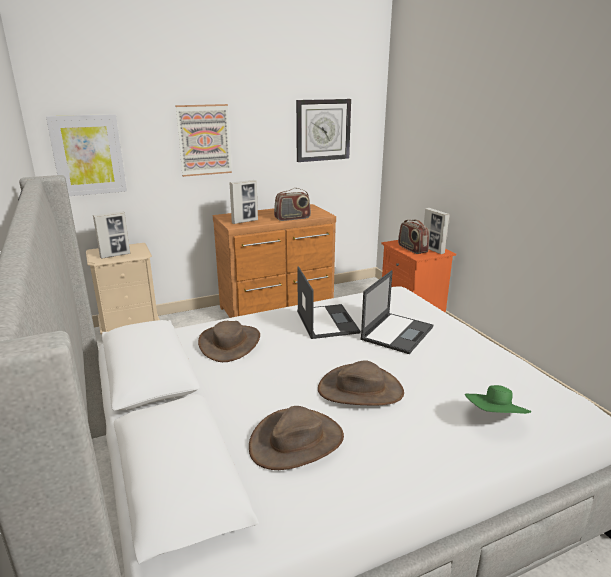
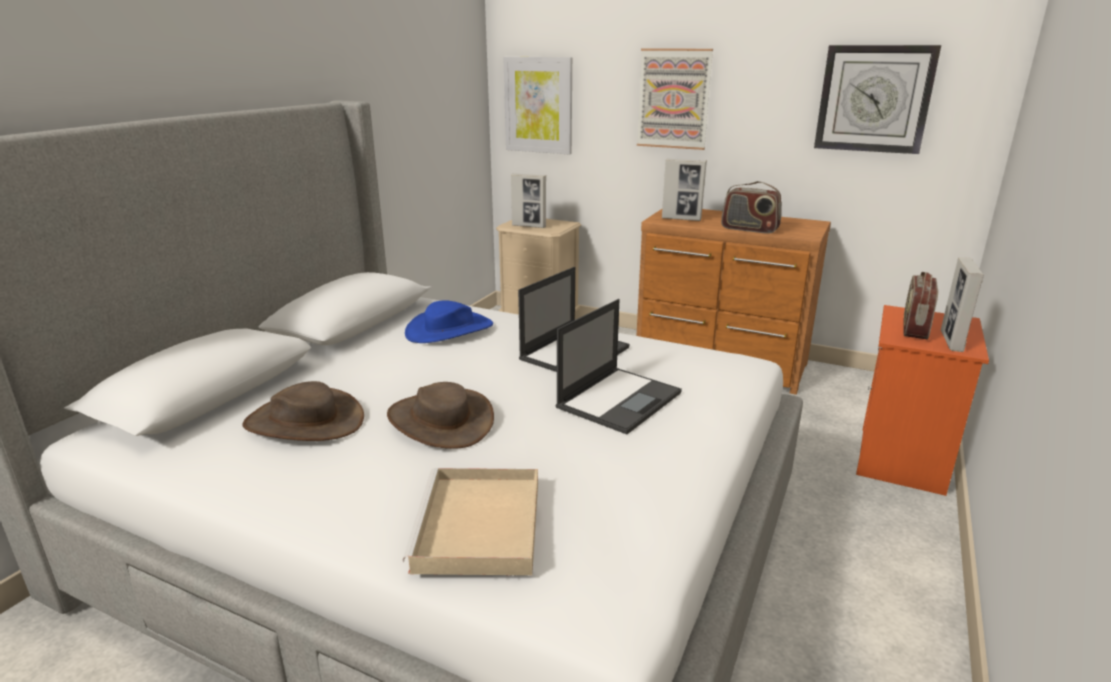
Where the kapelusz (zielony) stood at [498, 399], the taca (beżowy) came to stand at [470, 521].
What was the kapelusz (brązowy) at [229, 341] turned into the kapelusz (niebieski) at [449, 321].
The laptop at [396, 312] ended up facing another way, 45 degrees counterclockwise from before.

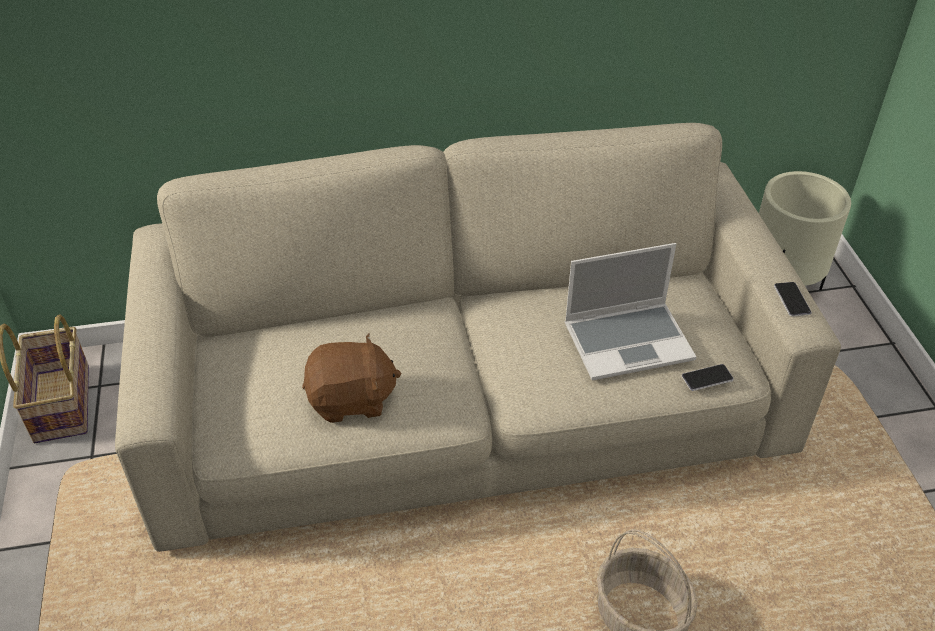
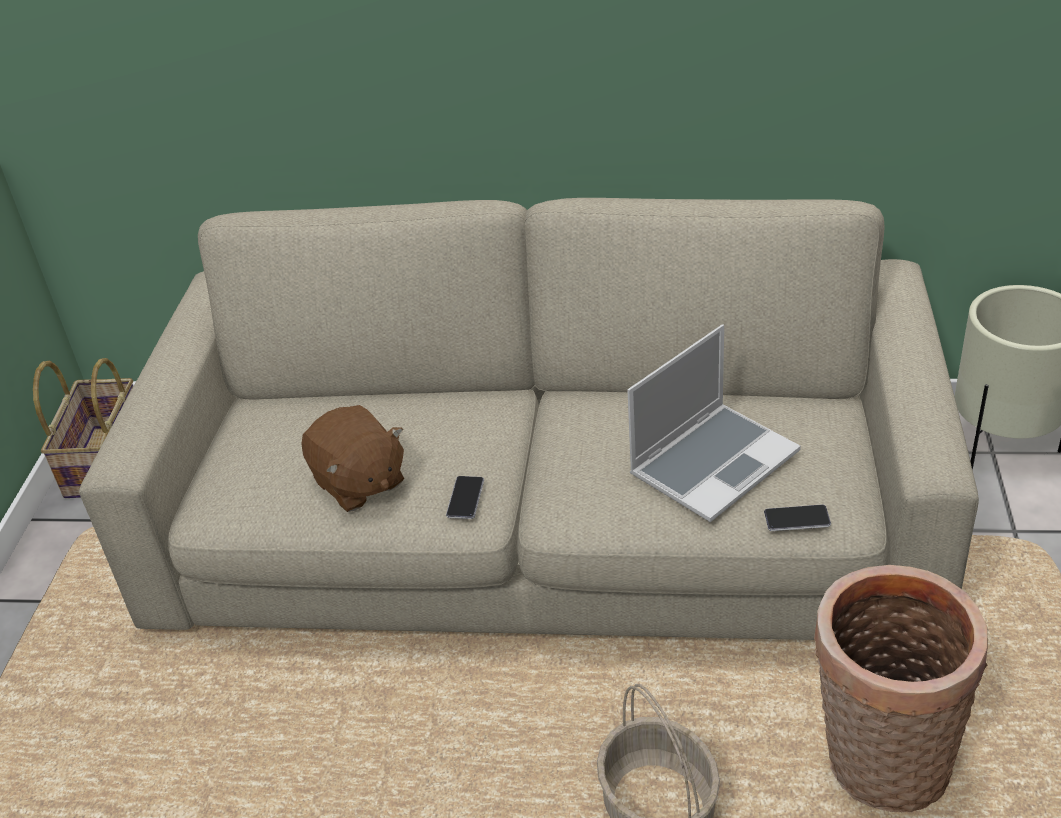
The pluszak (brązowy) at [352, 378] ended up facing another way, 45 degrees clockwise from before.
The telefon ended up elsewhere, having gone from [793, 299] to [465, 497].
The laptop at [630, 311] ended up facing another way, 45 degrees counterclockwise from before.
The second view gained the koszyk at [901, 689].

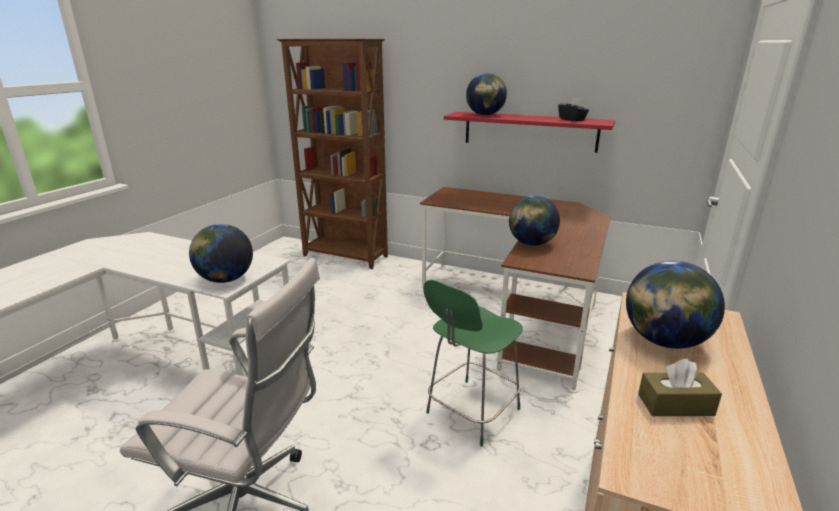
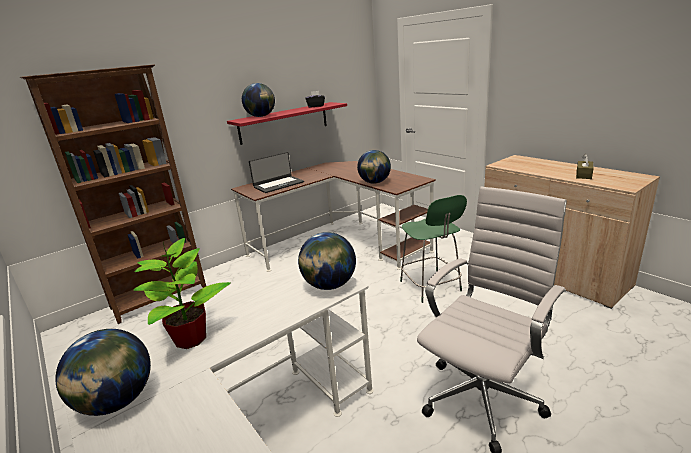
The globus ended up elsewhere, having gone from [675, 305] to [103, 372].
The second view gained the roślina doniczkowa at [181, 293].
The second view gained the laptop at [276, 172].

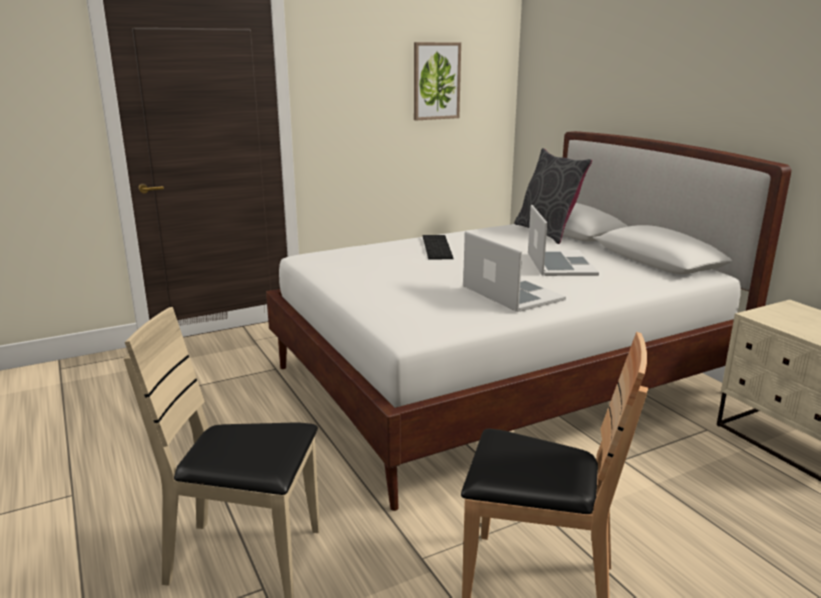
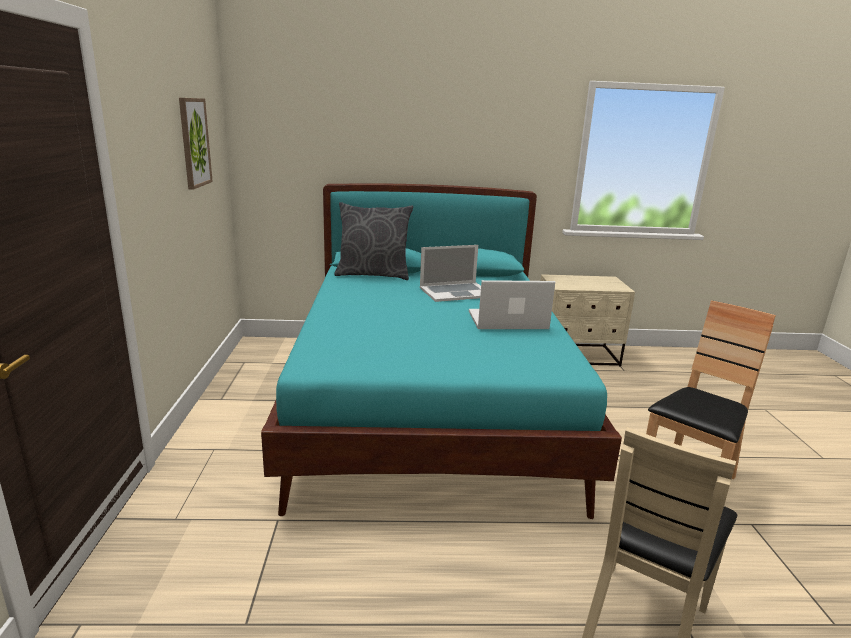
What was the łóżko (biały) at [528, 321] turned into the łóżko (turkusowy) at [441, 351].
The laptop at [563, 240] ended up facing another way, 135 degrees clockwise from before.
The second view lost the klawiatura at [438, 247].

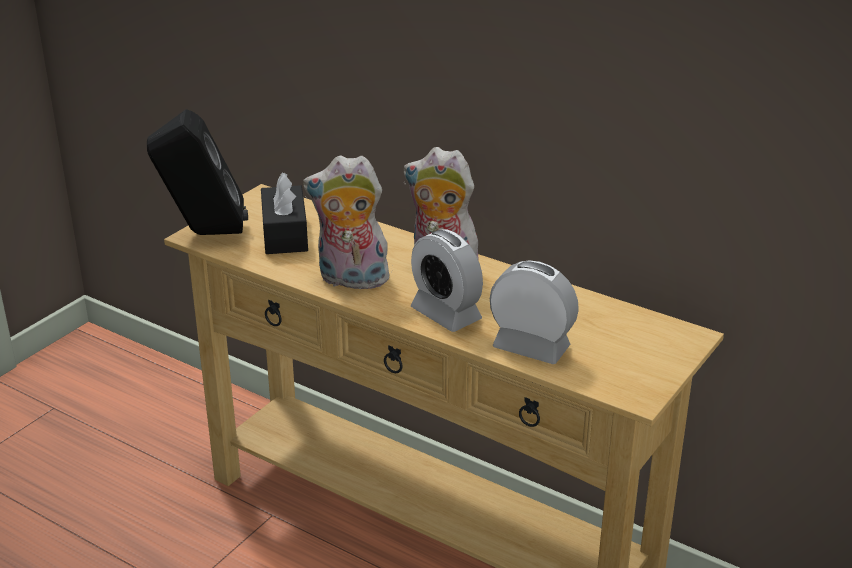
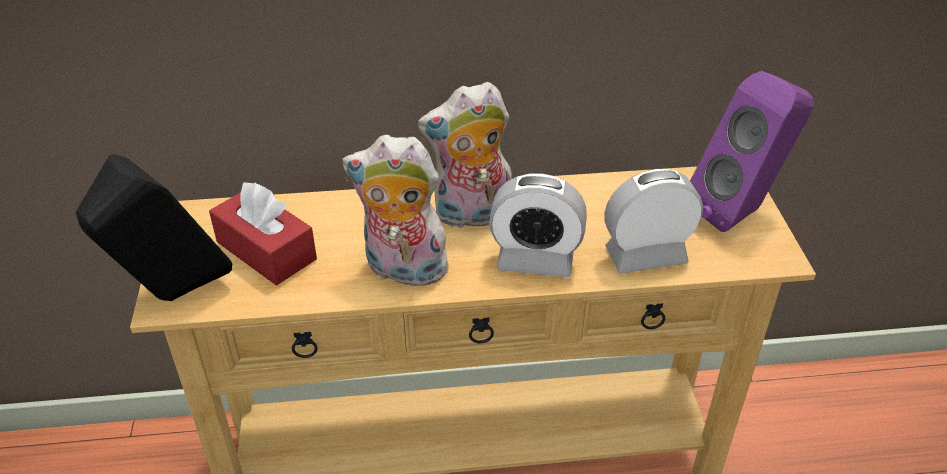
What was the pudełko chusteczek (czarny) at [284, 213] turned into the pudełko chusteczek (czerwony) at [263, 233].
The pluszak at [347, 224] ended up facing another way, 45 degrees clockwise from before.
The second view gained the głośnik (fioletowy) at [752, 151].

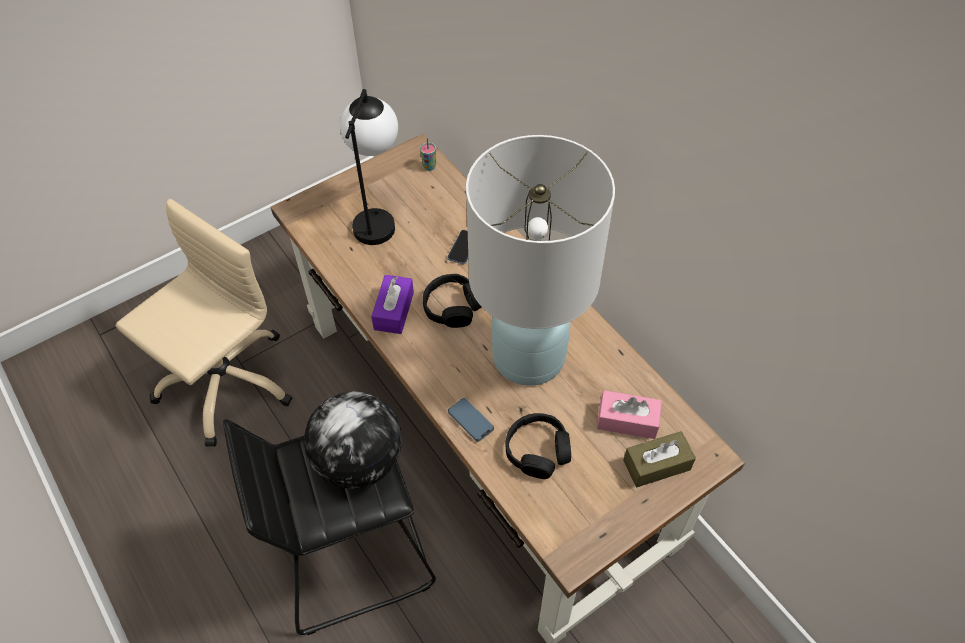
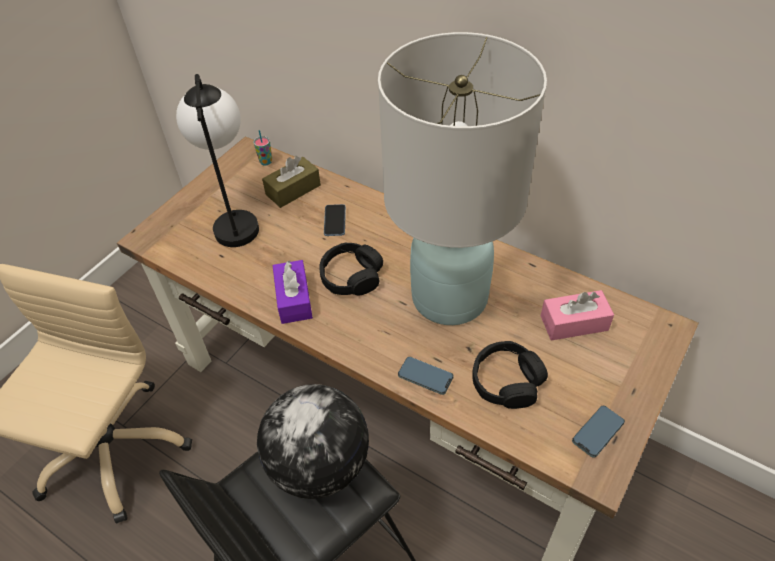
The pudełko chusteczek (brązowy) ended up elsewhere, having gone from [659, 459] to [291, 182].
The second view gained the telefon at [598, 432].

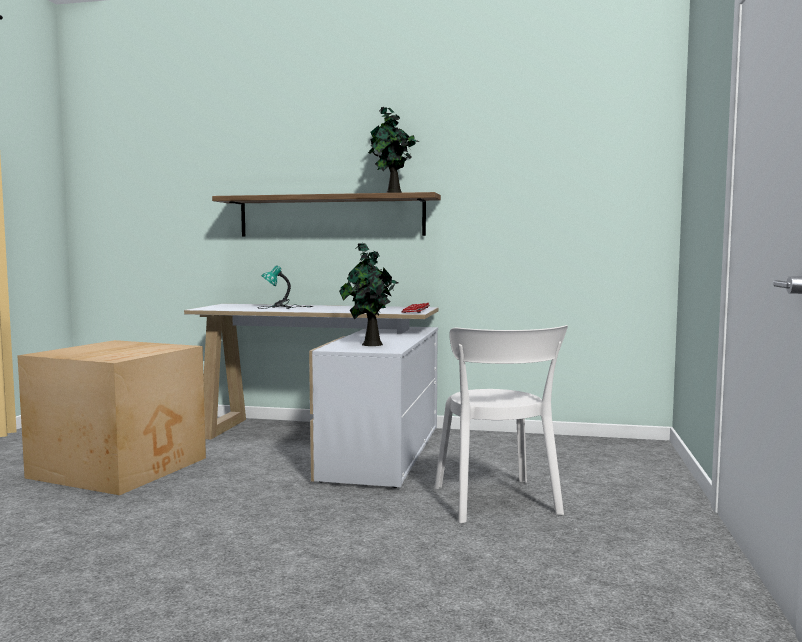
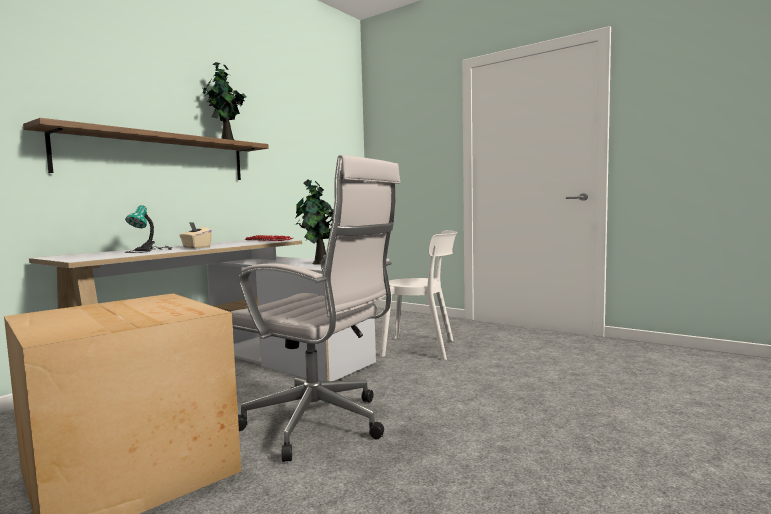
The second view gained the pudełko chusteczek (beżowy) at [195, 235].
The second view gained the krzesło biurowe (biały) at [316, 308].

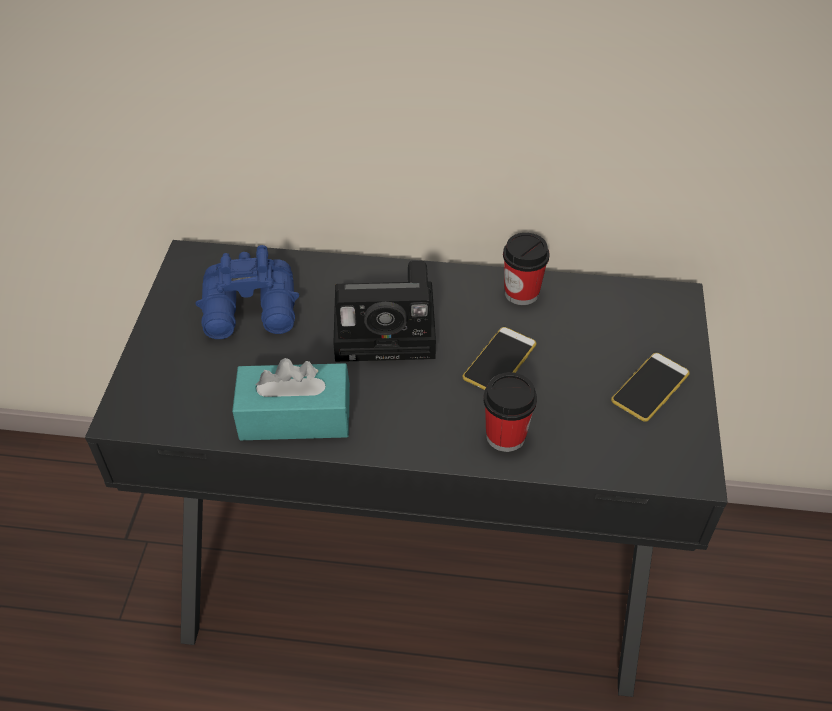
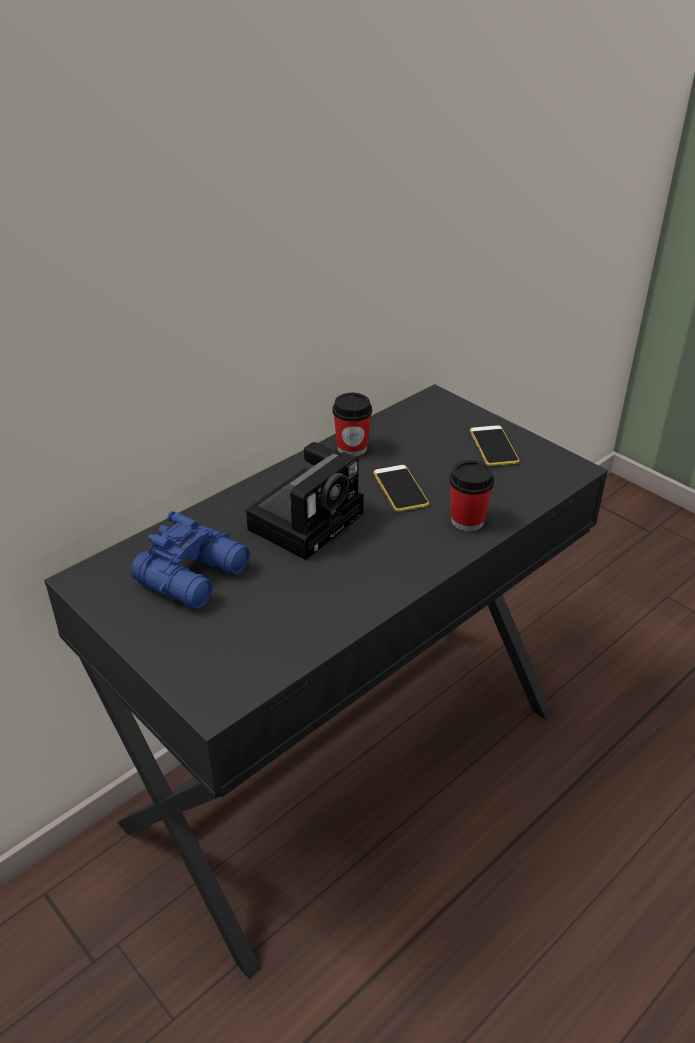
The second view lost the pudełko chusteczek (turkusowy) at [291, 399].

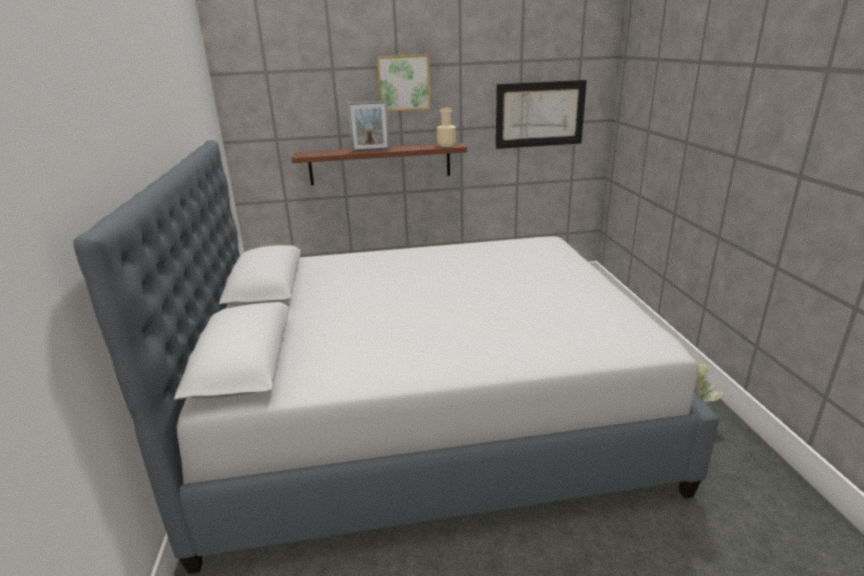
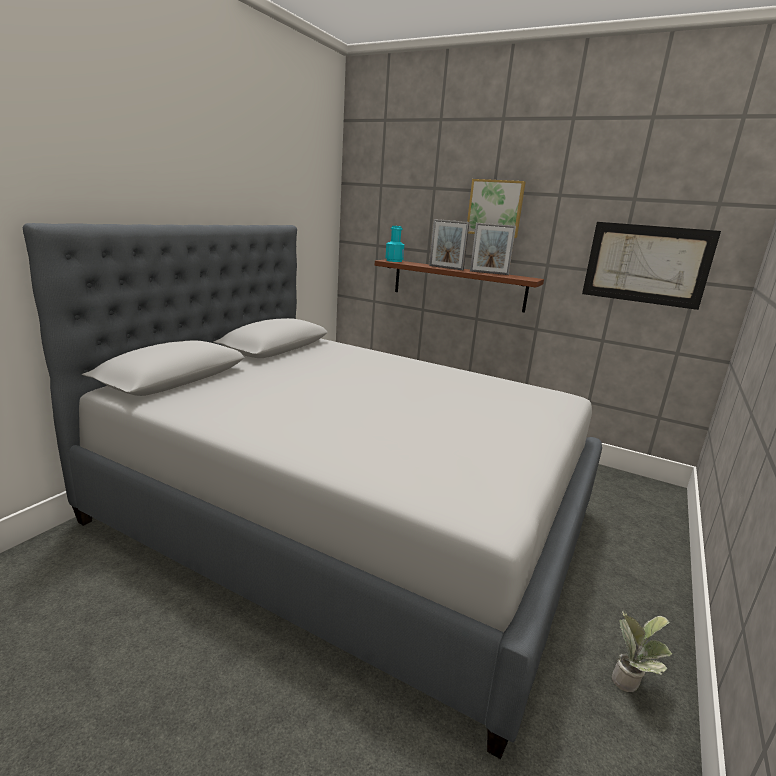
The second view gained the butelka (turkusowy) at [395, 244].
The second view gained the ramka na zdjęcie at [493, 249].
The second view lost the butelka (beżowy) at [446, 127].

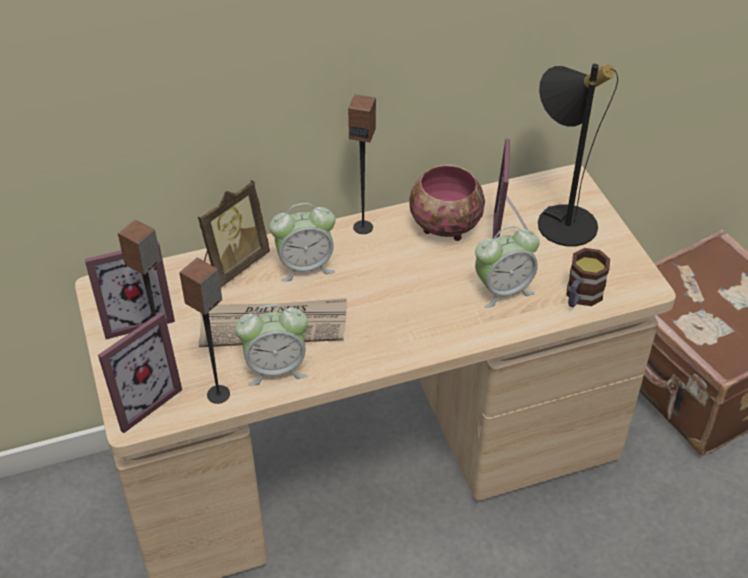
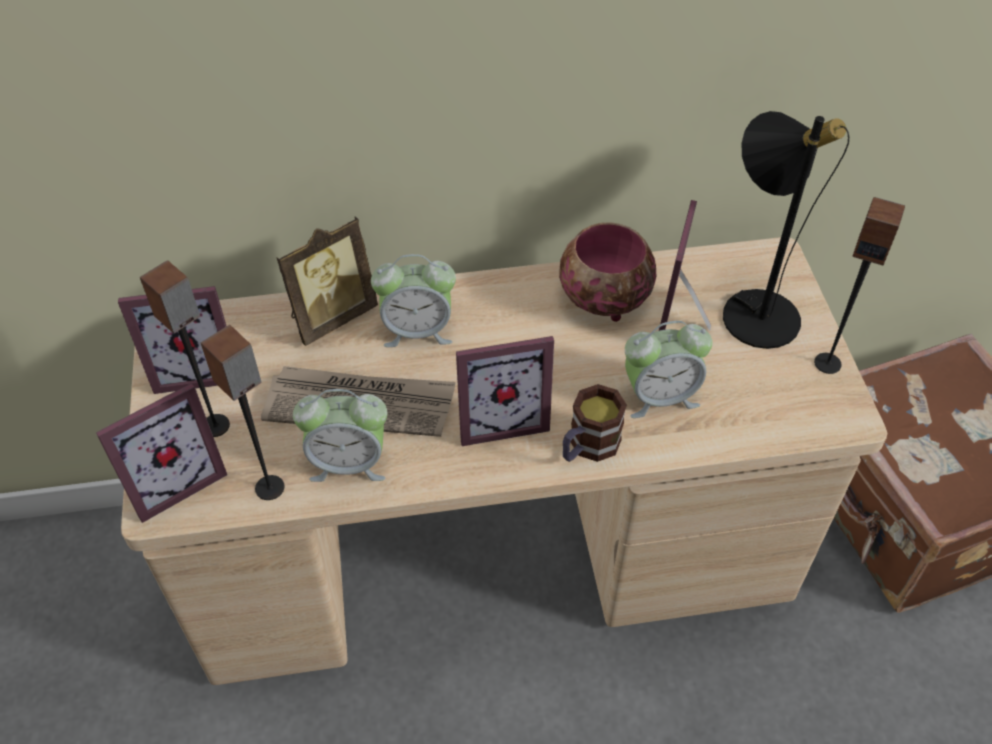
The second view gained the ramka na zdjęcie at [505, 391].
The kubek ended up elsewhere, having gone from [588, 277] to [595, 423].
The głośnik ended up elsewhere, having gone from [362, 164] to [859, 285].

